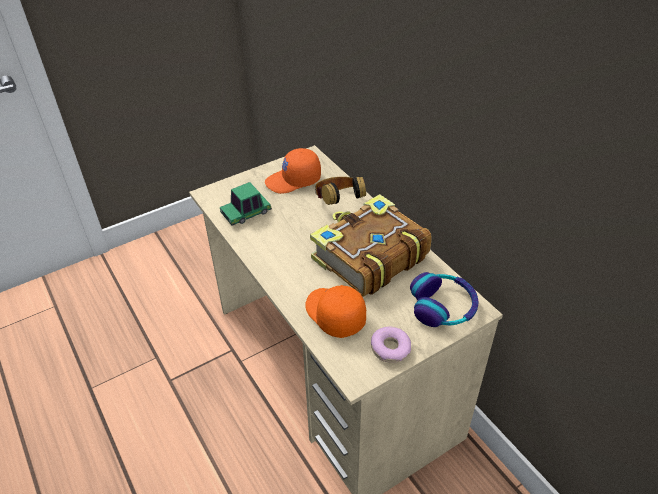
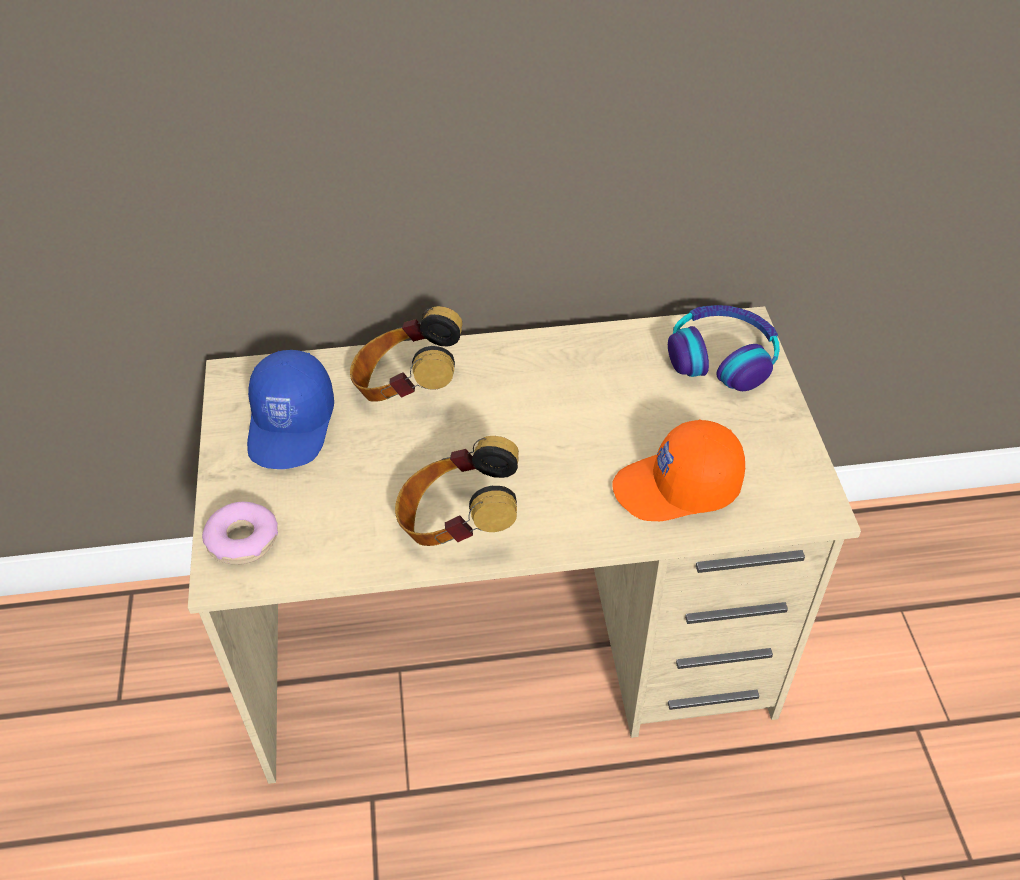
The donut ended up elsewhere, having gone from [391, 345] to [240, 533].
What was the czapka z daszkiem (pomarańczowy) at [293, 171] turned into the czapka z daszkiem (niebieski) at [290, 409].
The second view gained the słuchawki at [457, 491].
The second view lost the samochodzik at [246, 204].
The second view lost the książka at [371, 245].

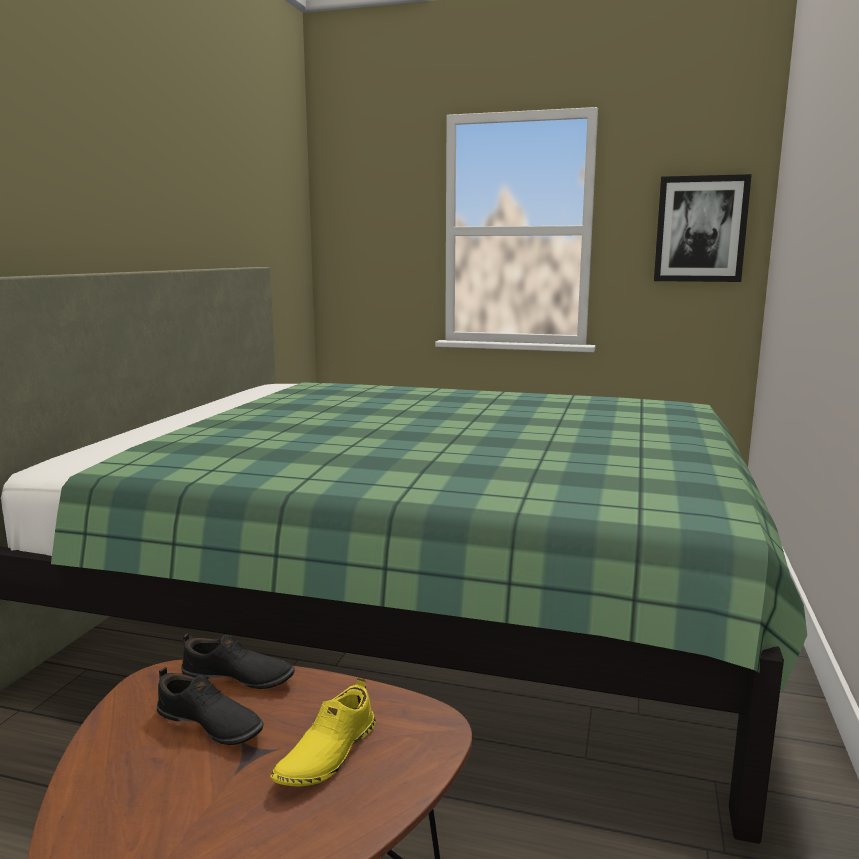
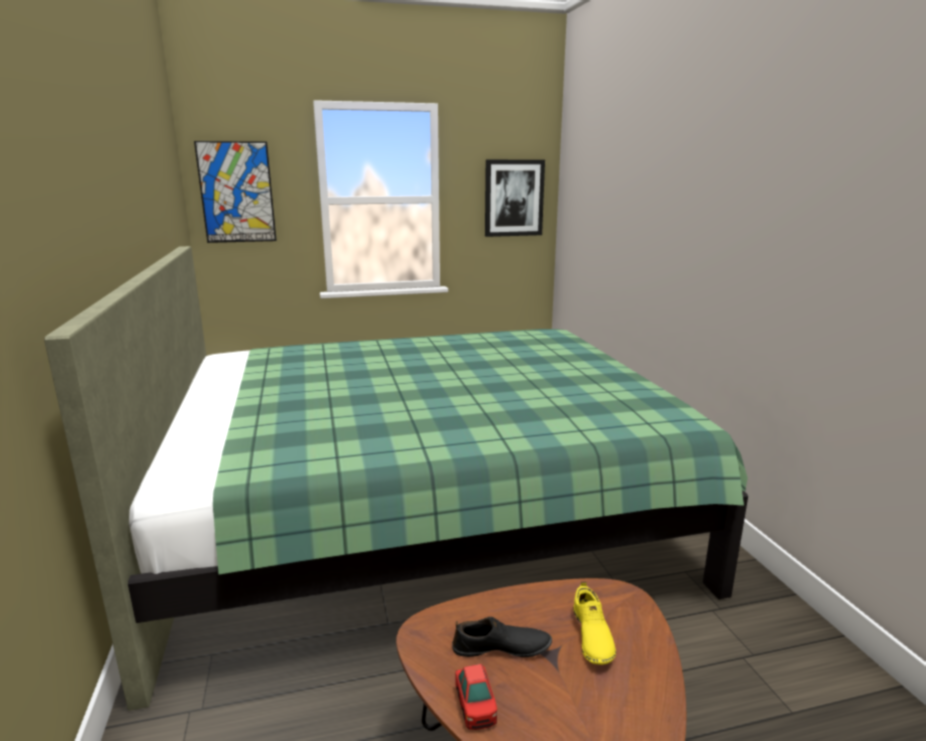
The second view gained the obraz at [235, 192].
The second view gained the samochodzik at [476, 697].
The second view lost the but (czarny) at [238, 661].

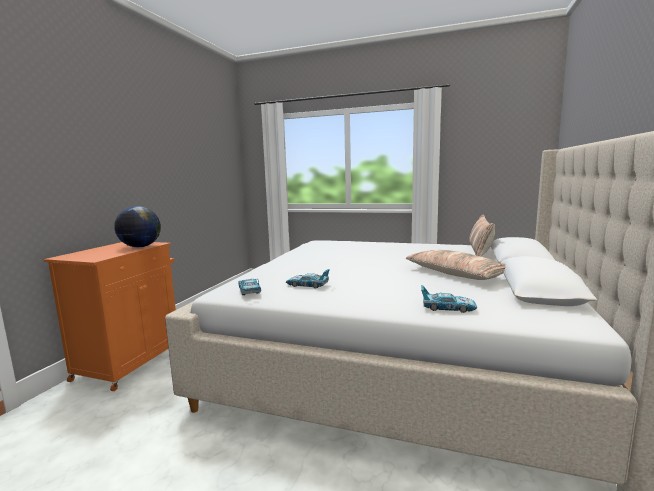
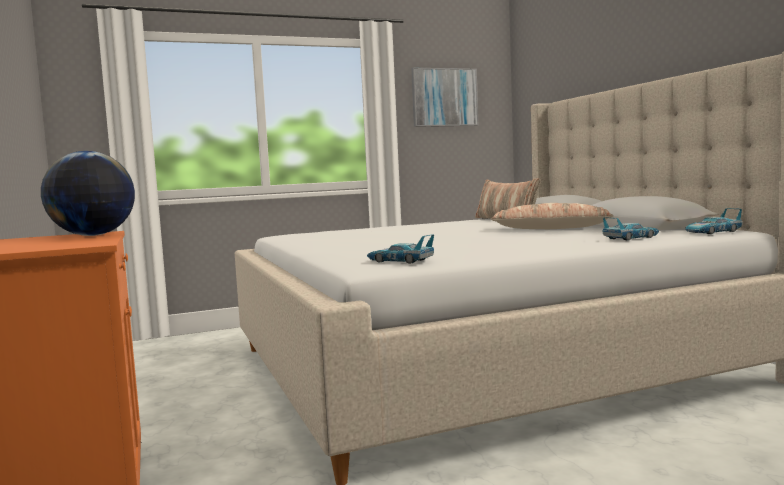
The second view gained the obraz at [444, 97].
The samochodzik ended up elsewhere, having gone from [308, 279] to [714, 221].

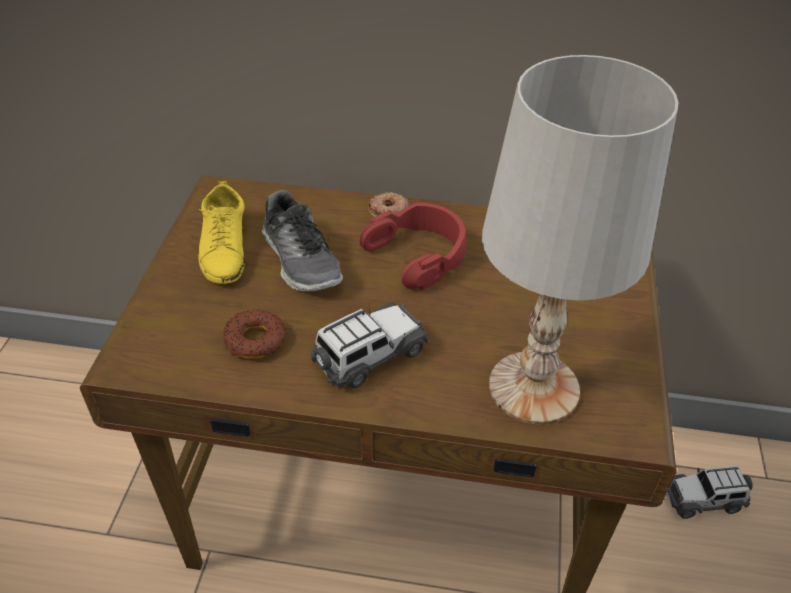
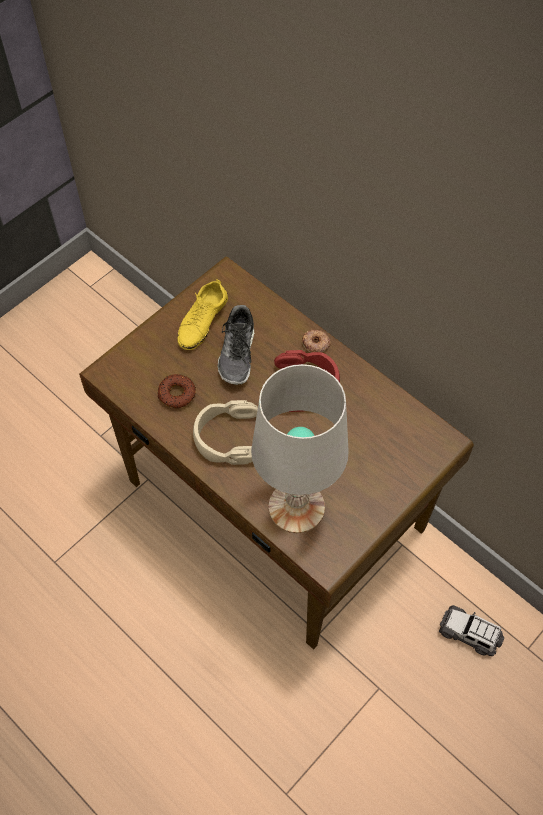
Where the samochodzik stood at [369, 345], the słuchawki (beżowy) came to stand at [225, 432].

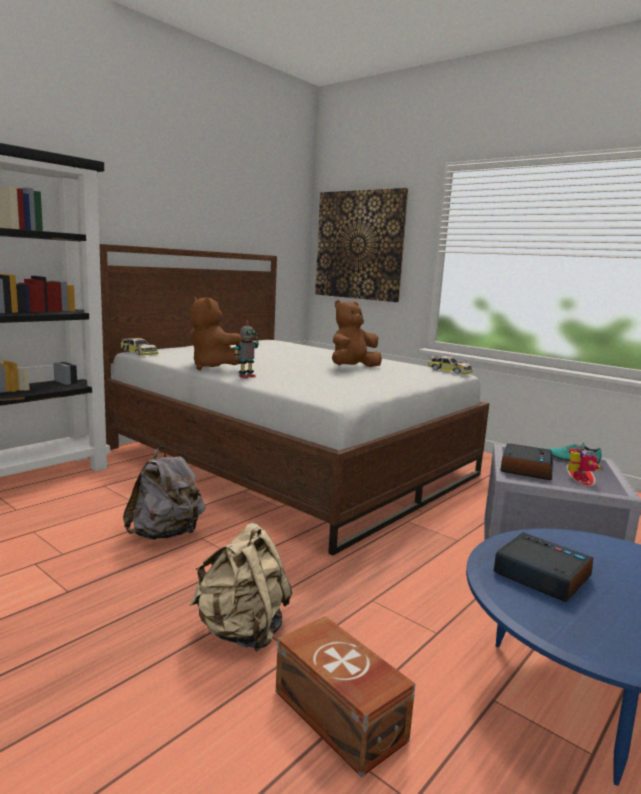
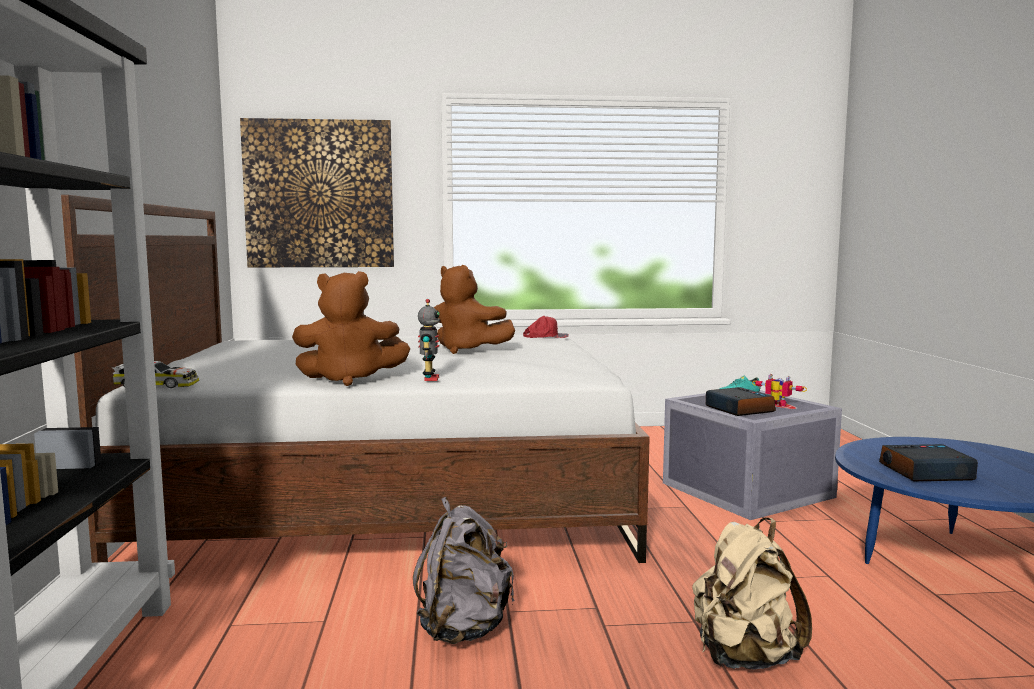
The pluszak (brązowy) at [357, 333] ended up facing another way, 60 degrees counterclockwise from before.
Where the samochodzik stood at [450, 364], the czapka z daszkiem (czerwony) came to stand at [546, 327].
The second view lost the pojemnik do przechowywania (brązowy) at [345, 696].

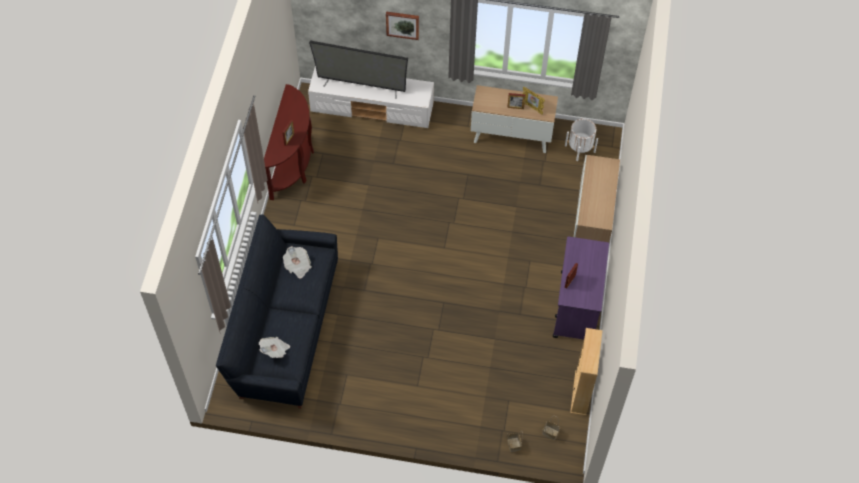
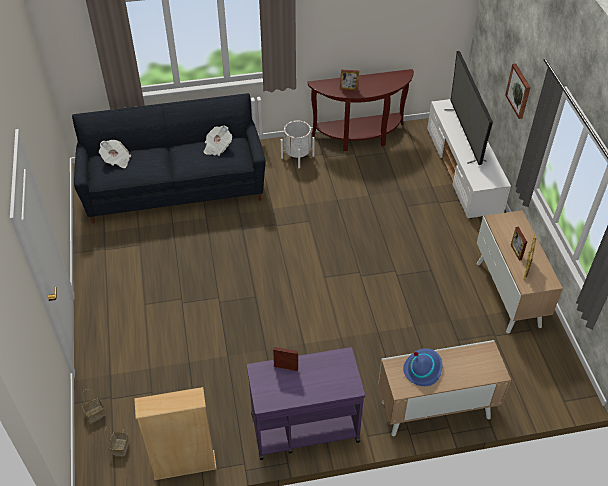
The donica (biały) ended up elsewhere, having gone from [581, 140] to [298, 144].
The second view gained the kapelusz (niebieski) at [422, 367].

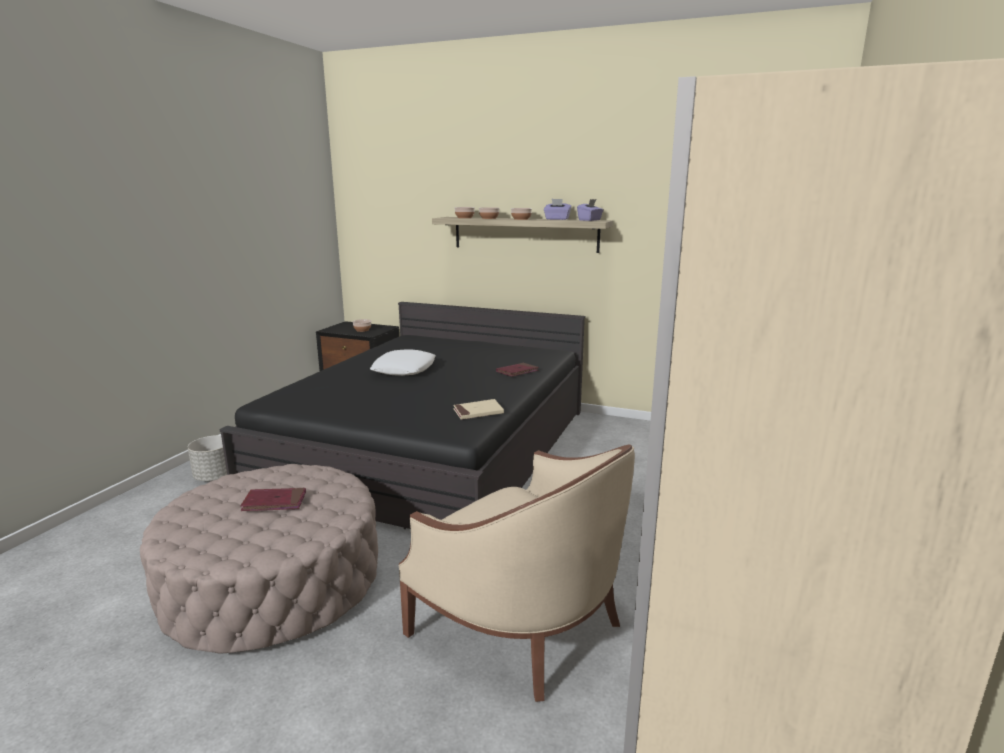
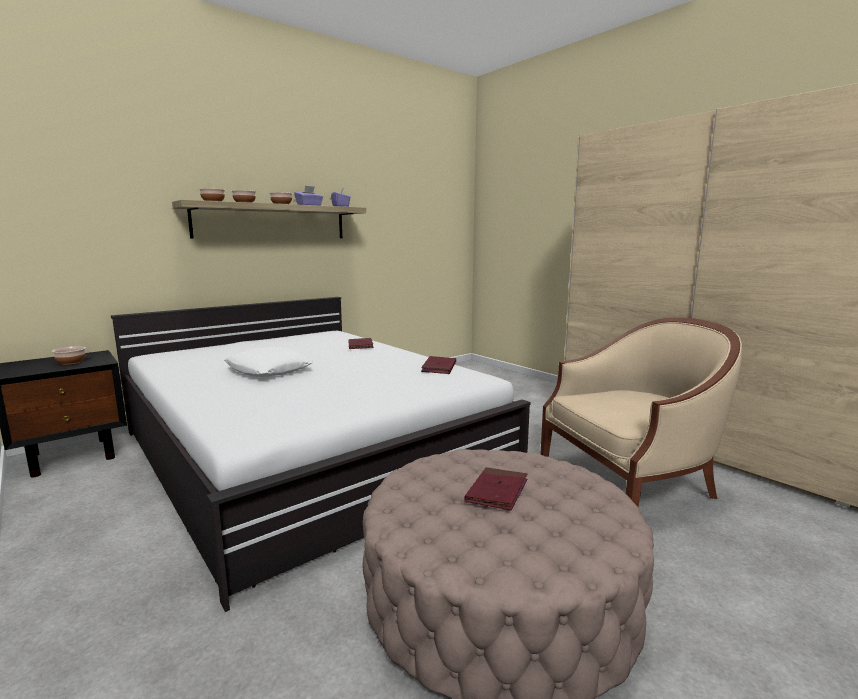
What was the łóżko (czarny) at [402, 415] turned into the łóżko (biały) at [321, 454].
What was the książka (beżowy) at [478, 409] turned into the książka (czerwony) at [438, 365].
The second view lost the donica (szary) at [207, 458].

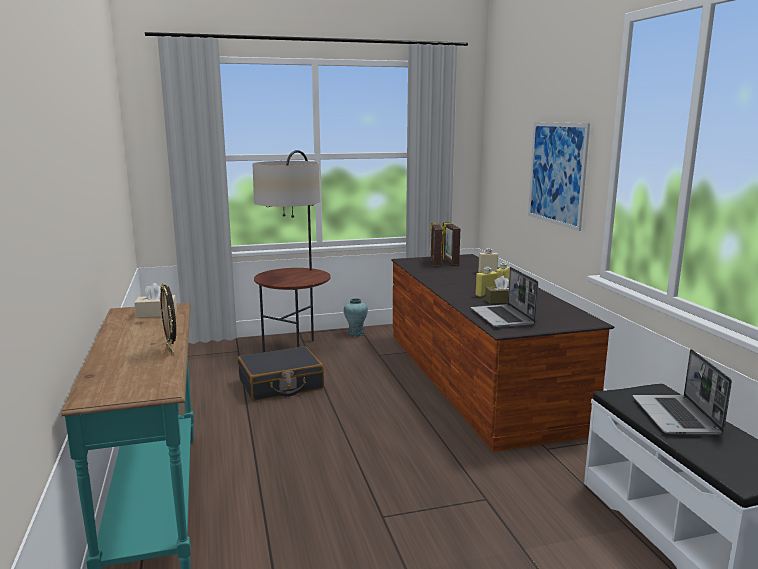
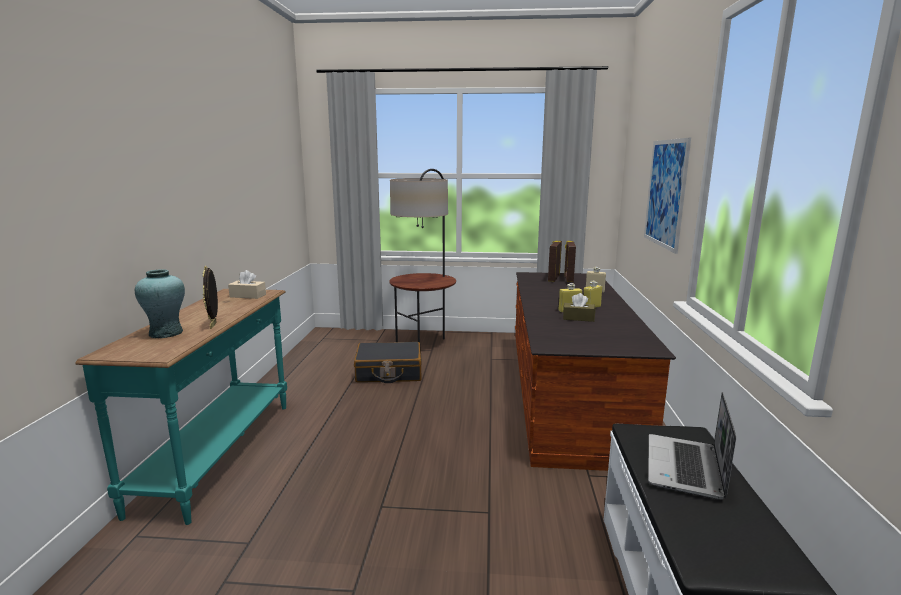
The wazon (turkusowy) ended up elsewhere, having gone from [356, 317] to [160, 303].
The second view lost the laptop at [504, 297].

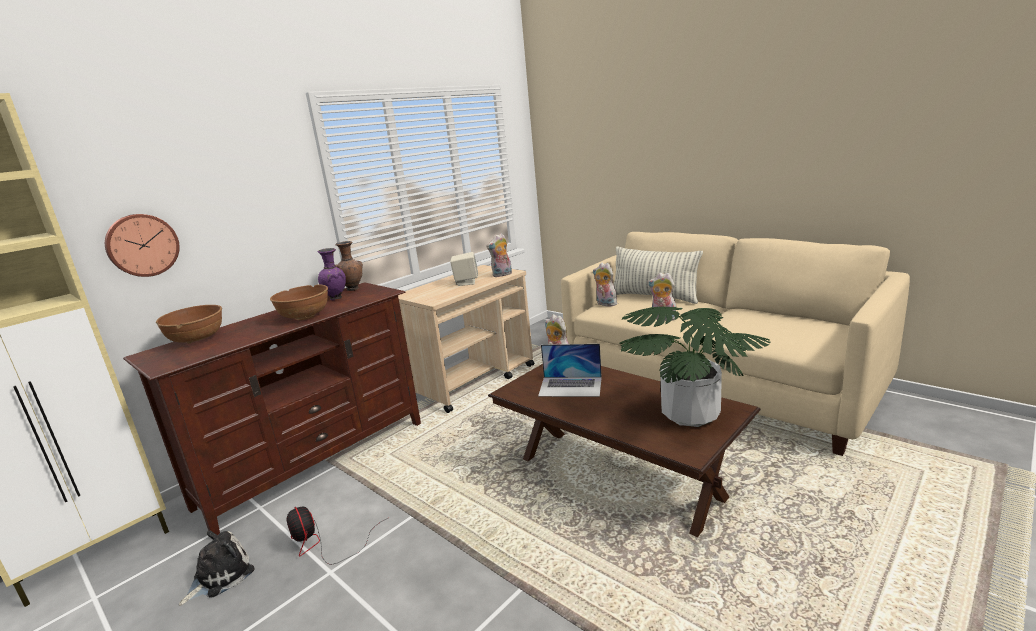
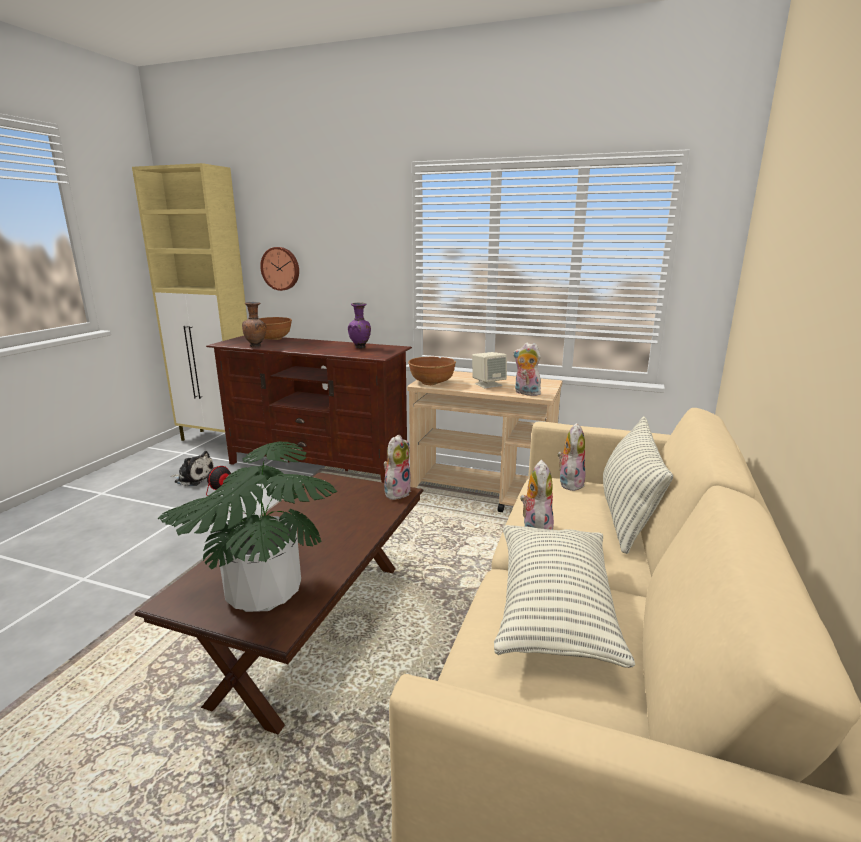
The wazon (brązowy) ended up elsewhere, having gone from [349, 266] to [254, 324].
The miska (brązowy) ended up elsewhere, having gone from [299, 302] to [432, 371].
The second view gained the poduszka at [564, 596].
The second view lost the laptop at [570, 370].

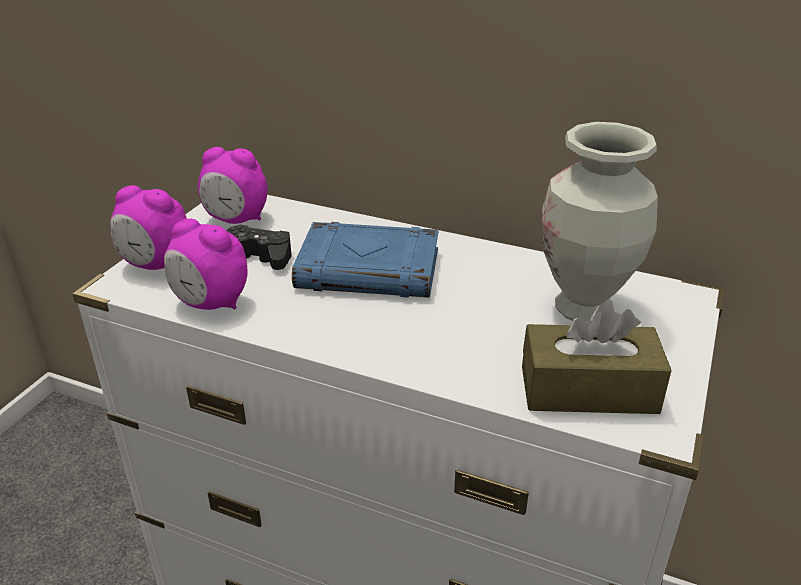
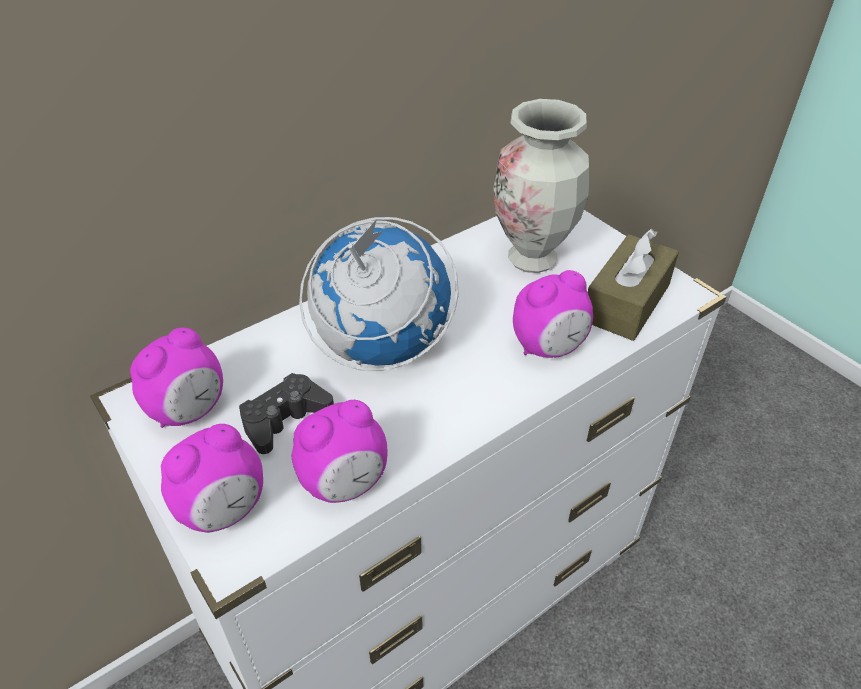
Where the książka (niebieski) stood at [365, 260], the globus came to stand at [379, 294].
The second view gained the budzik at [553, 314].

